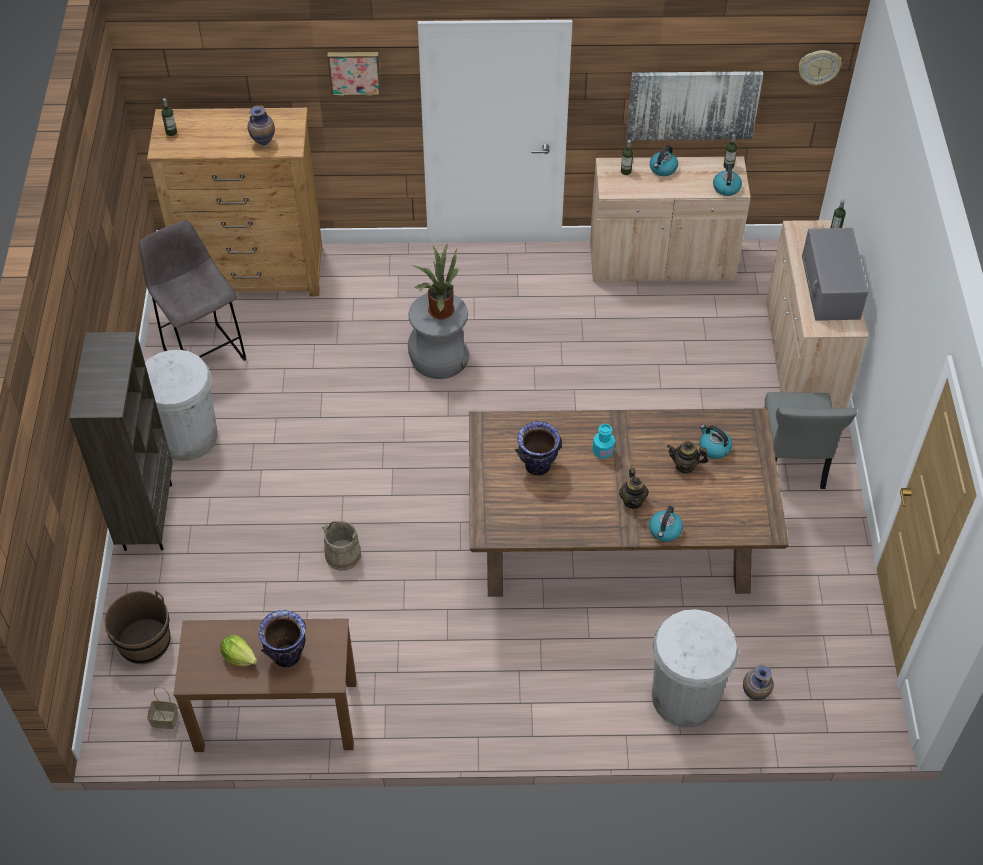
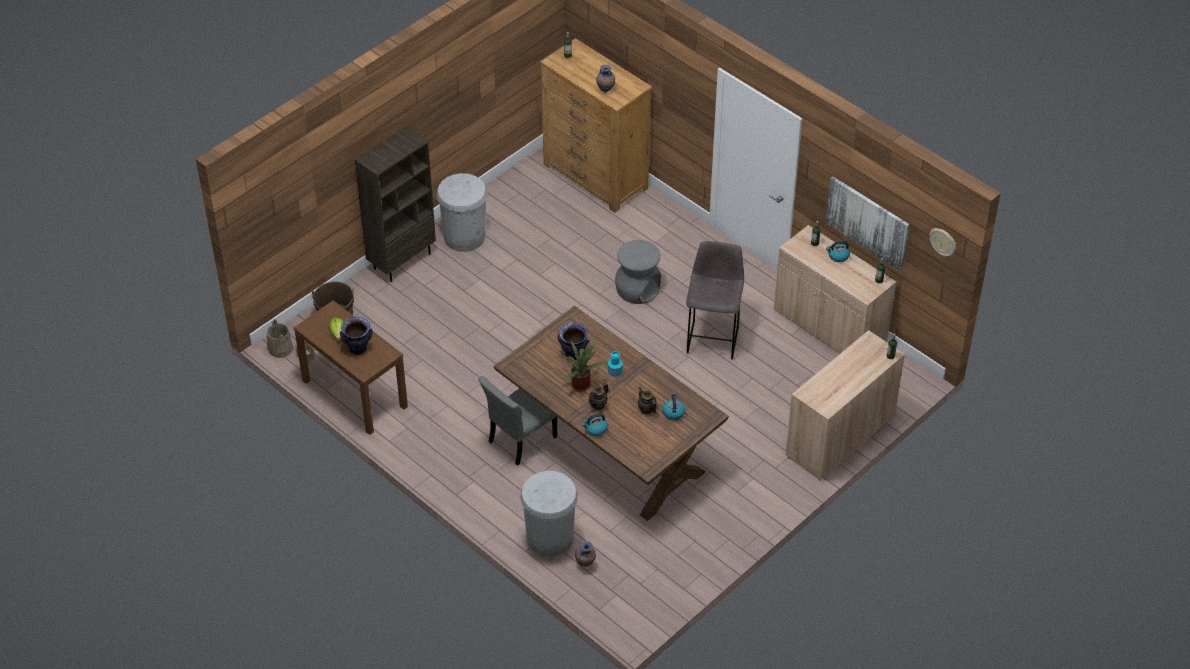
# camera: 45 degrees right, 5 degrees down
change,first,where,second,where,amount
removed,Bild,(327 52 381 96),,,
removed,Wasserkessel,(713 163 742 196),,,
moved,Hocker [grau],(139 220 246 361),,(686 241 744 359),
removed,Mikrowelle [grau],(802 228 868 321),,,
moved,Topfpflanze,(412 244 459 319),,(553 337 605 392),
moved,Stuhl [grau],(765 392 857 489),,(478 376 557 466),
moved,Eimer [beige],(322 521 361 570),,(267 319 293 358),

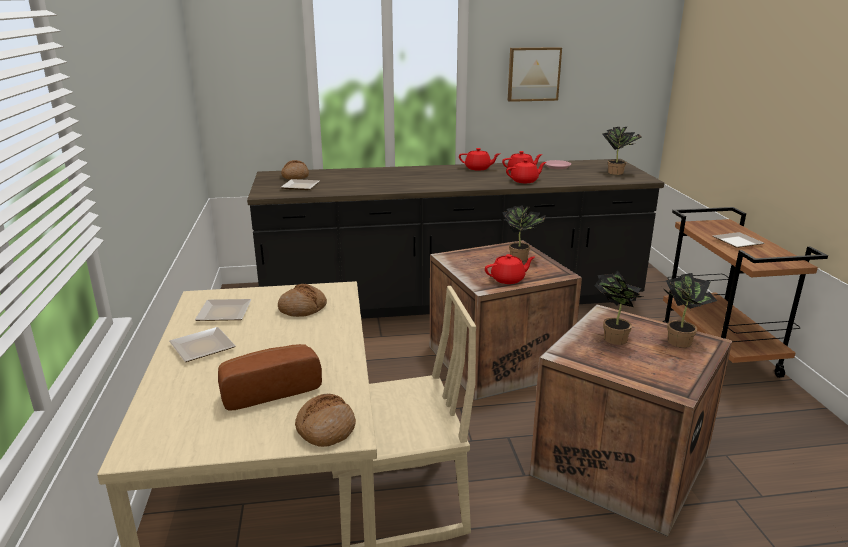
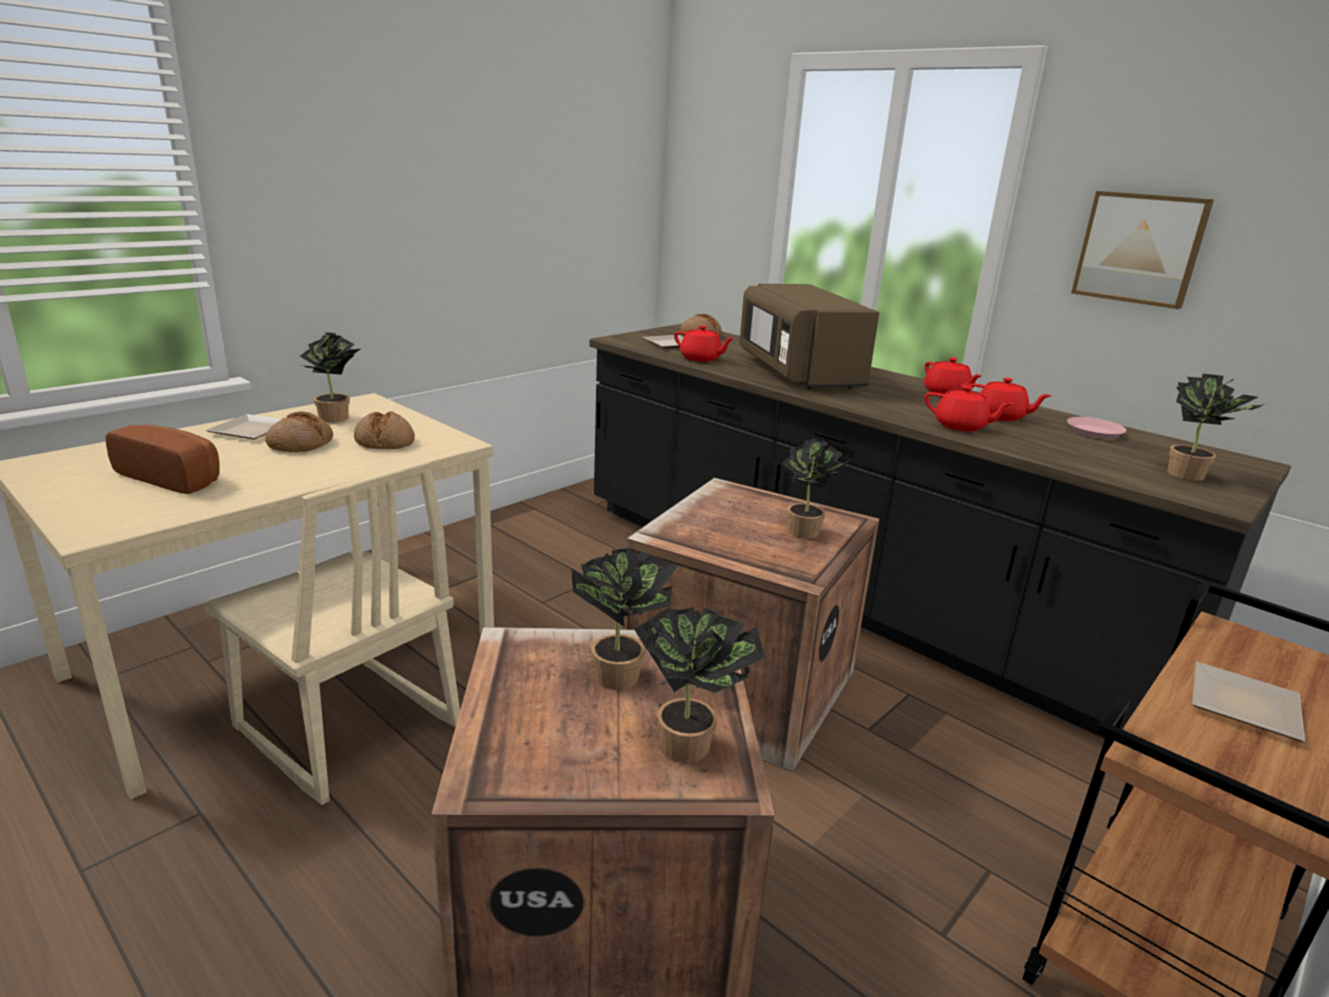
# camera: 50 degrees right, 0 degrees up
change,first,where,second,where,amount
moved,Teekanne [rot],(485 254 535 284),,(674 325 735 362),
replaced,Teller,(195 299 252 321),Topfpflanze,(300 332 360 422),
moved,Brot,(295 394 356 447),,(266 411 333 452),
added,,,Mikrowelle [braun],(739 284 879 389),

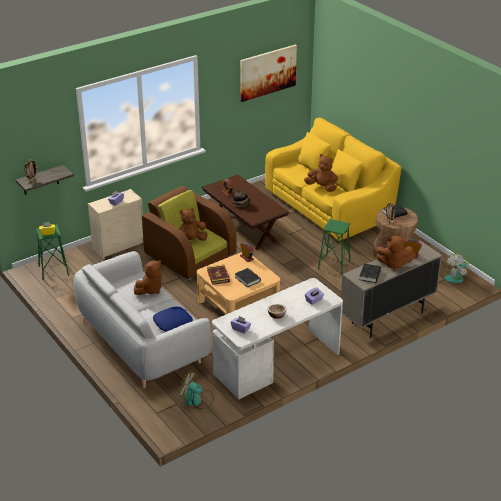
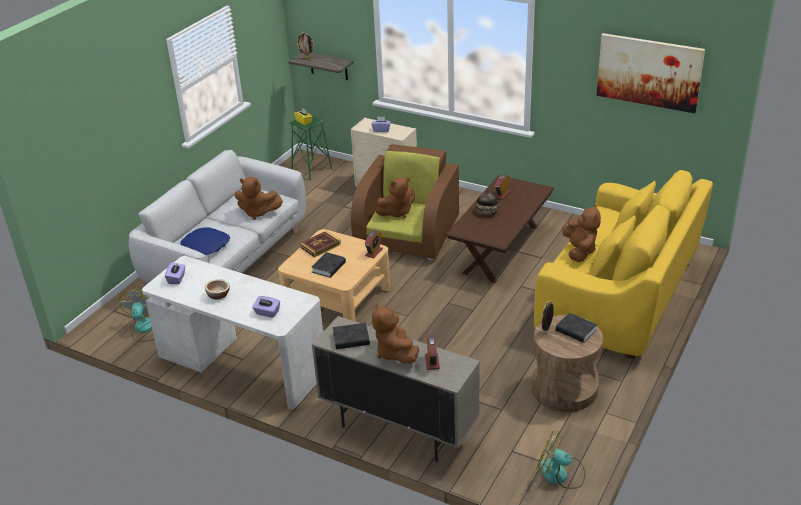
# camera: 65 degrees right, 0 degrees up
change,first,where,second,where,amount
turned,Plüschtier [braun],(179 208 207 241),,(376 177 415 218),120 degrees clockwise
removed,Hocker [grün],(318 219 350 275),,,

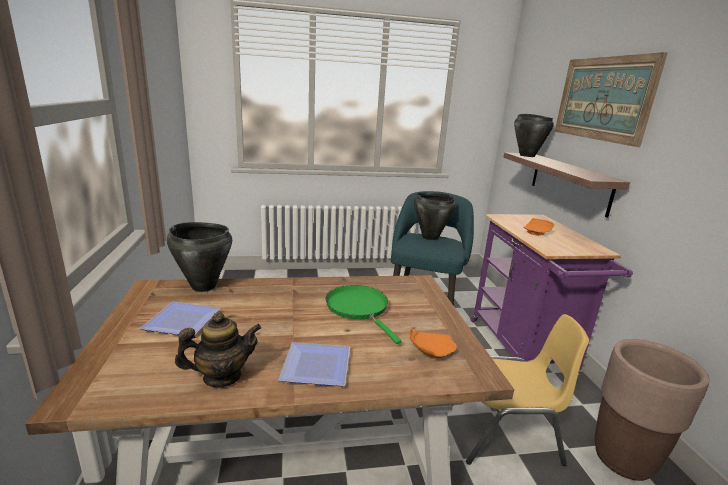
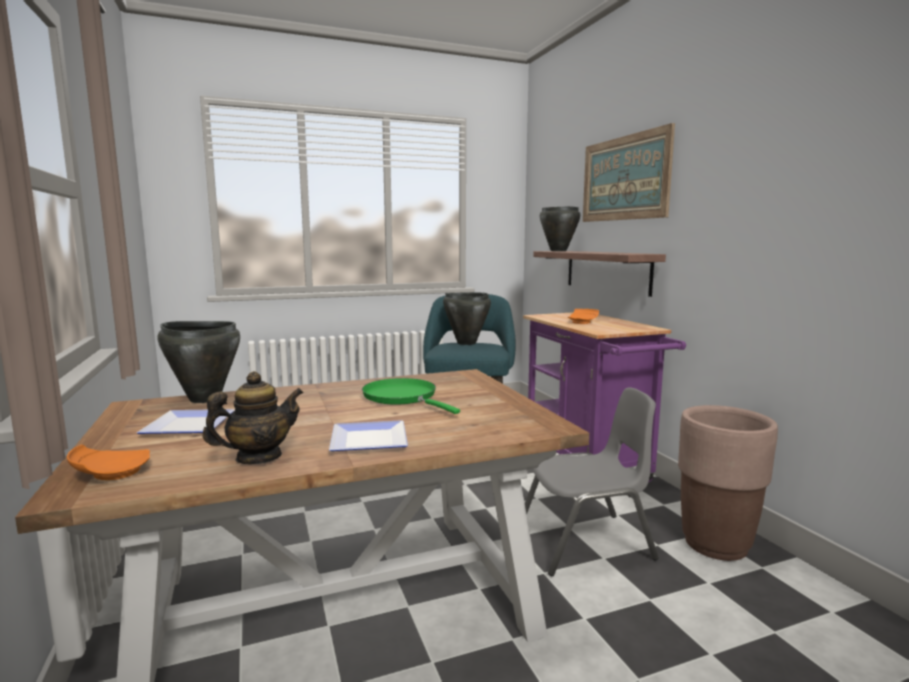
# camera: 10 degrees left, 10 degrees down
change,first,where,second,where,amount
recoloured,Stuhl [gelb],(452 314 589 466),Stuhl [grau],(525 388 659 576),
moved,Teller [orange],(409 329 457 358),,(67 444 150 480),

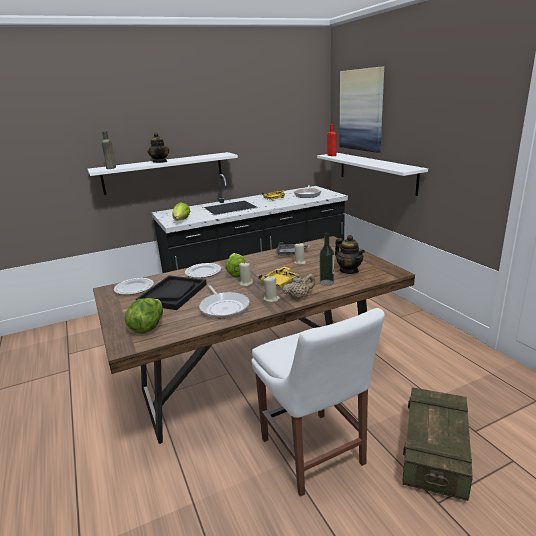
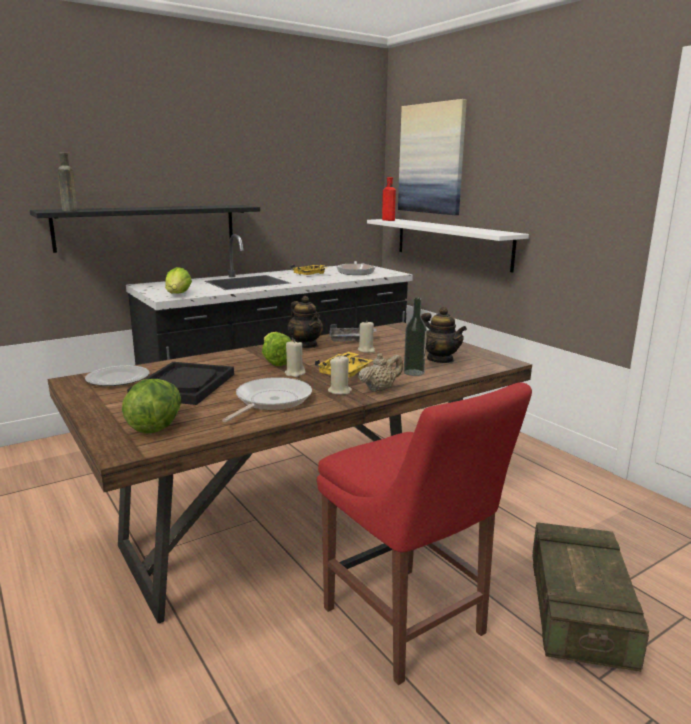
# camera: 10 degrees left, 5 degrees down
change,first,where,second,where,amount
moved,Teekanne,(148 133 169 163),,(287 296 323 348),
recoloured,Wandregal [weiß],(88 152 238 195),Wandregal [schwarz],(30 205 260 253),
removed,Teller,(185 263 221 278),,,
turned,Pfanne,(199 285 250 319),,(222 377 312 422),120 degrees counterclockwise
recoloured,Stuhl [weiß],(251 308 385 497),Stuhl [rot],(317 382 532 685),

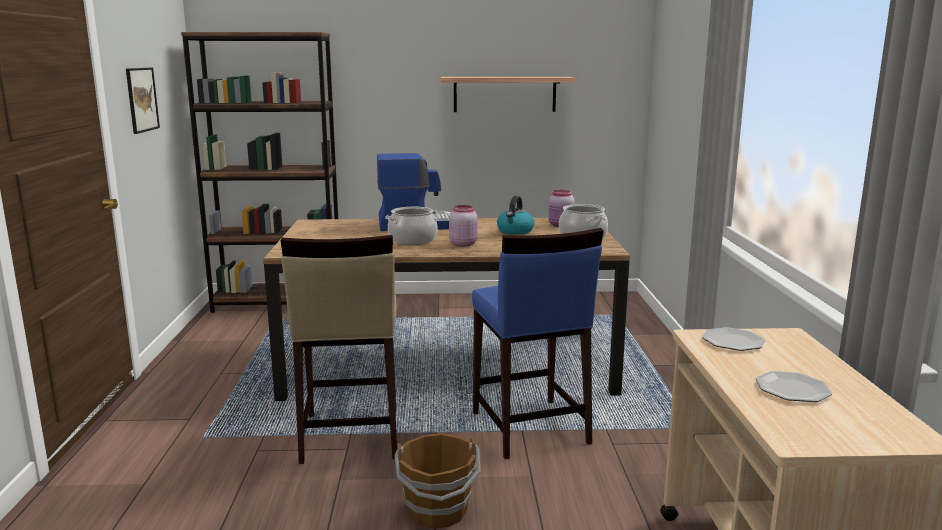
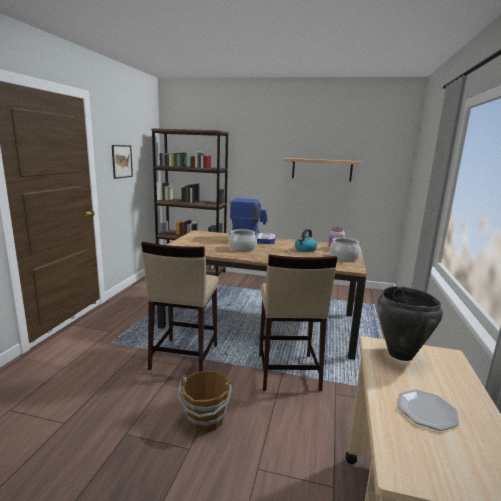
# camera: 15 degrees right, 0 degrees up
change,first,where,second,where,amount
removed,Vorratsglas [rosa],(449 205 478 247),,,
recoloured,Hocker [blau],(472 228 604 459),Hocker [beige],(259 255 338 391),
replaced,Teller,(702 327 765 351),Kochtopf [schwarz],(377 286 443 361),

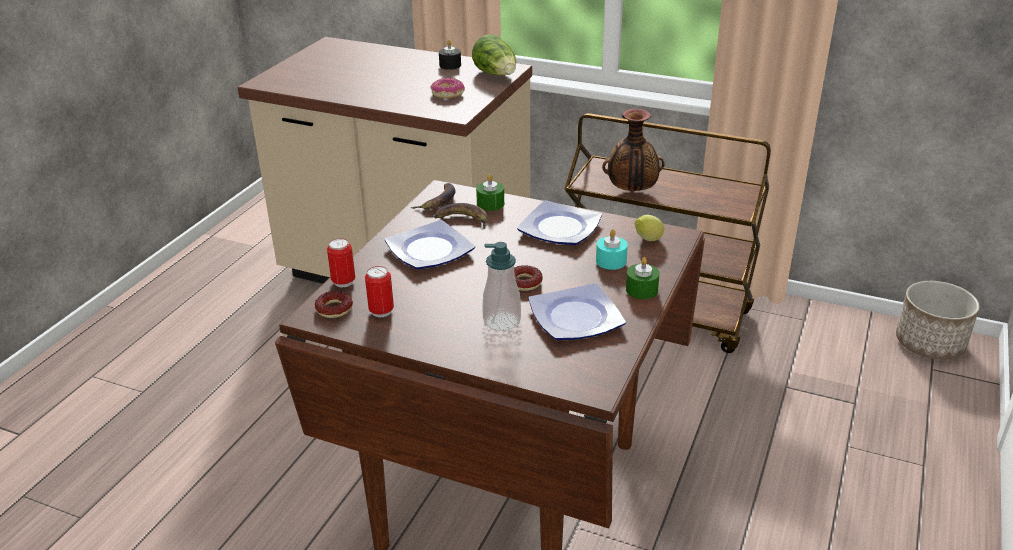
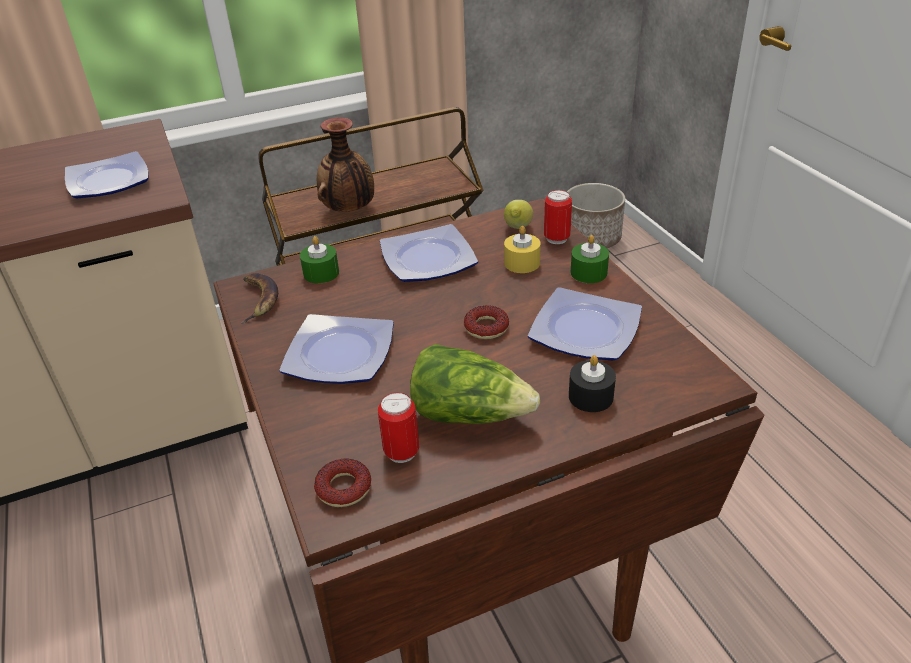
# camera: 45 degrees left, 5 degrees up
change,first,where,second,where,amount
moved,Salatkopf,(472 34 516 75),,(410 344 540 424),
moved,Kerze [schwarz],(439 40 461 70),,(569 355 616 412),
replaced,Donut,(430 78 465 98),Teller,(65 151 149 199),
removed,Banane,(434 203 487 229),,,
recoloured,Kerze [türkis],(596 229 628 270),Kerze [gelb],(504 226 541 273),
moved,Dose,(327 238 355 287),,(544 190 572 244),
removed,Seifenspender,(482 242 521 331),,,

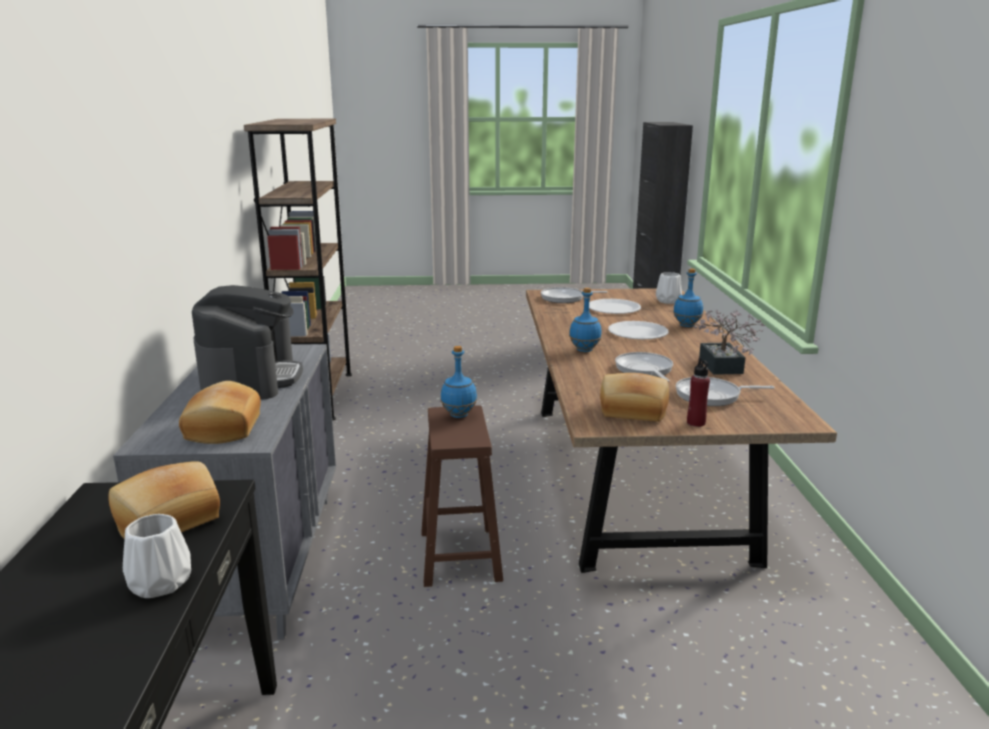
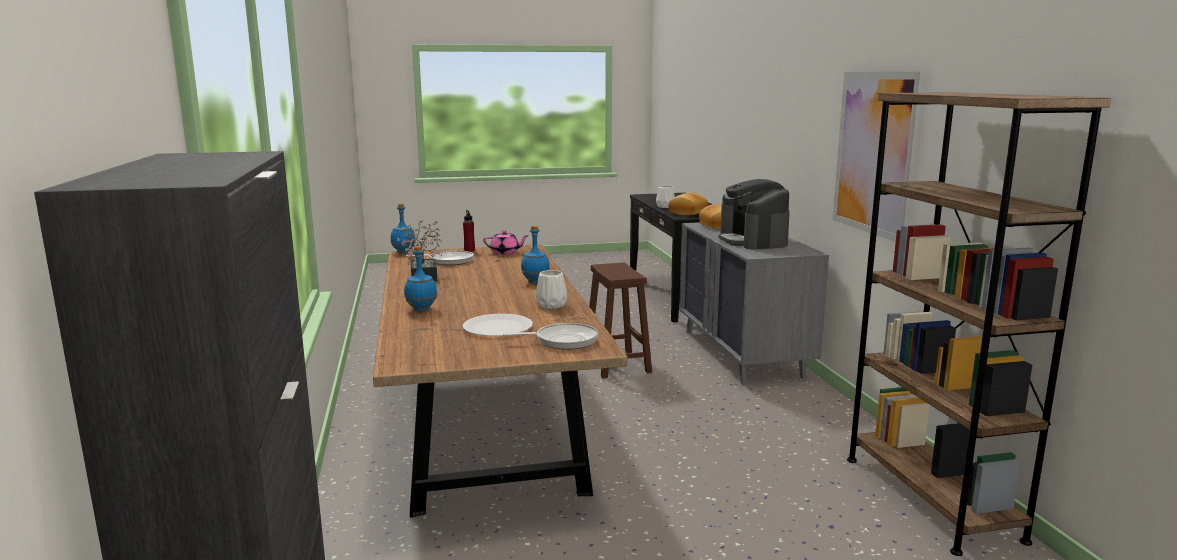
# camera: 170 degrees right, 5 degrees down
change,first,where,second,where,amount
moved,Vase [weiß],(656 272 682 304),,(536 270 567 309),
removed,Teller [weiß],(608 321 668 339),,,
moved,Flasche [blau],(441 346 477 418),,(391 204 415 253),
removed,Pfanne,(615 352 673 382),,,
replaced,Brot,(600 373 669 422),Teekanne [rosa],(483 230 527 255),
added,,,Bild,(832 72 925 242),

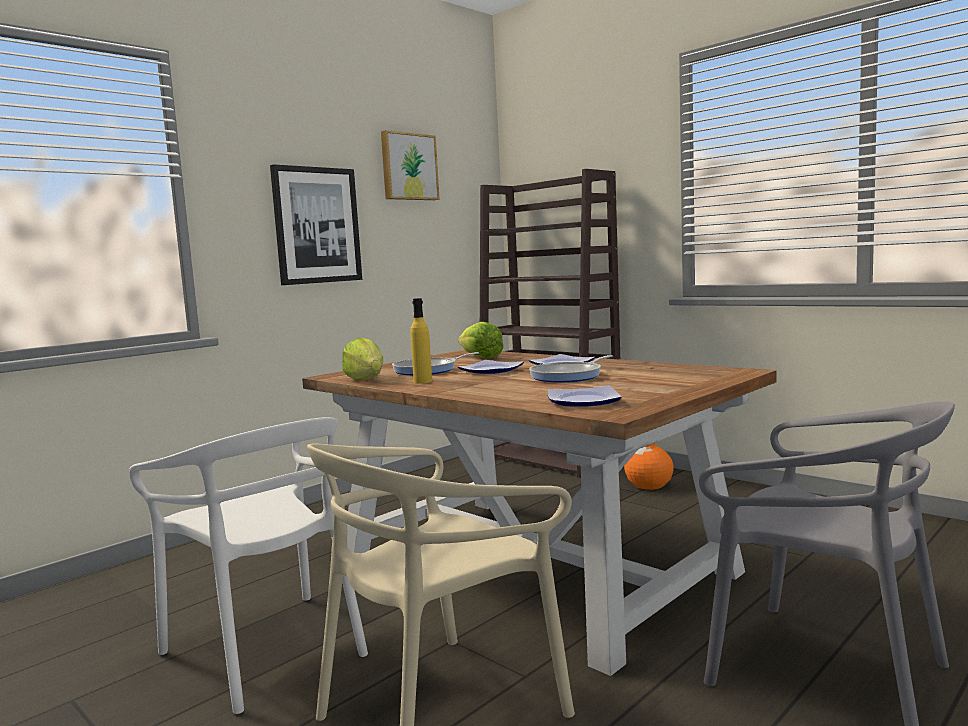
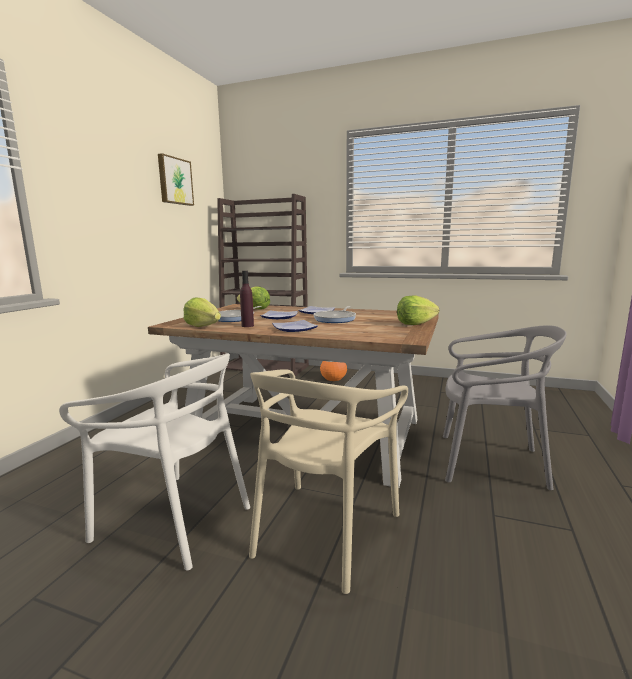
# camera: 25 degrees left, 5 degrees up
change,first,where,second,where,amount
removed,Bild,(270 164 362 285),,,
recoloured,Flasche [gelb],(410 298 432 384),Flasche [lila],(240 271 254 327),
moved,Teller,(548 385 622 407),,(272 320 318 332),
added,,,Salatkopf,(397 295 440 325),

